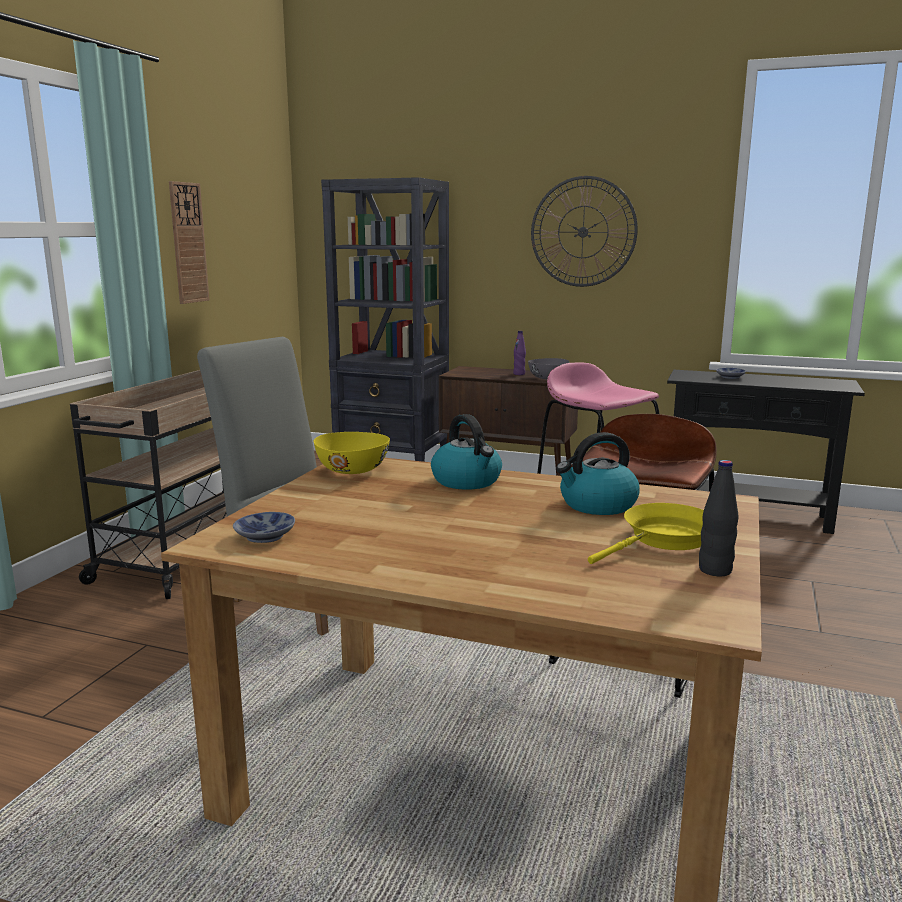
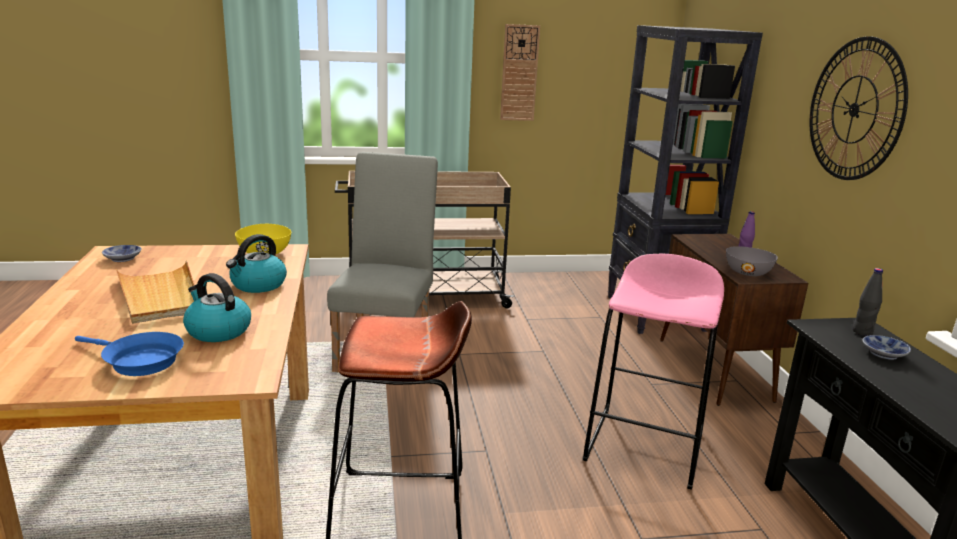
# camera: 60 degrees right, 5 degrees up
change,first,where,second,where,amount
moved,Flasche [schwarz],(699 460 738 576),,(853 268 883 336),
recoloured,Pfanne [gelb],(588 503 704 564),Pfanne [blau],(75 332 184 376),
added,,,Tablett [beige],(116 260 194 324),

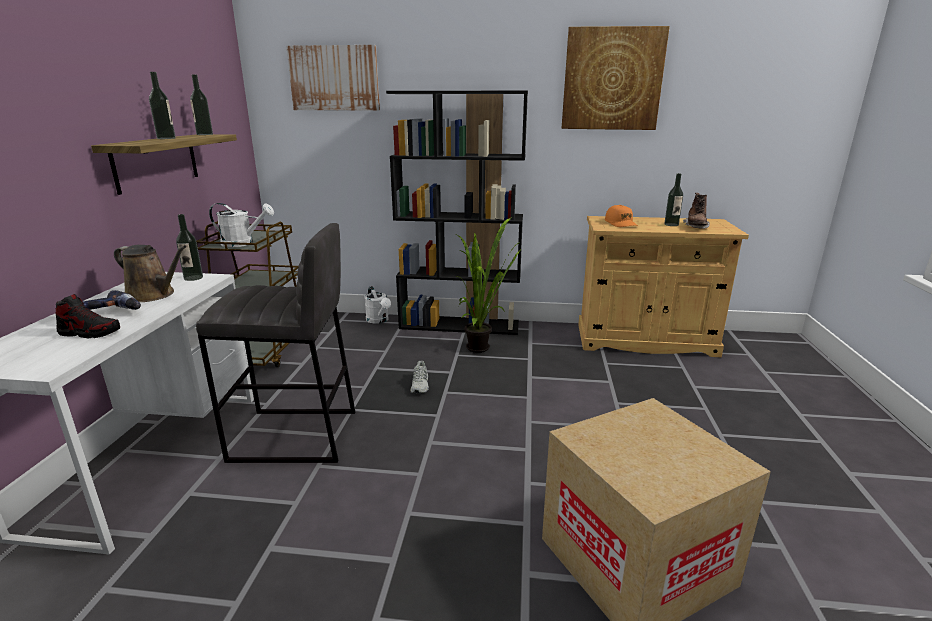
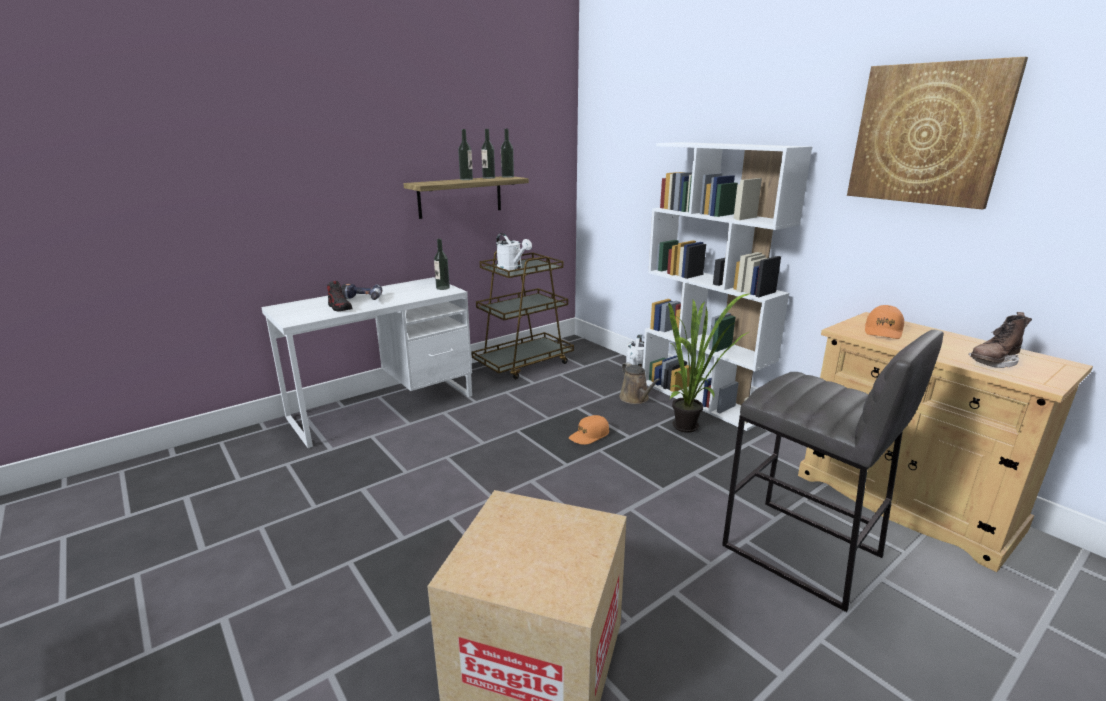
# camera: 45 degrees right, 0 degrees up
change,first,where,second,where,amount
removed,Bild,(286 45 380 111),,,
recoloured,Bücherregal [schwarz],(386 91 528 335),Bücherregal [weiß],(643 142 812 431),
moved,Flasche,(664 173 683 226),,(481 129 495 179),
moved,Hocker [grau],(196 223 355 463),,(722 330 944 612),
moved,Gießkanne [braun],(114 245 186 302),,(619 362 661 404),
replaced,Schuh [weiß],(410 361 429 393),Kappe [orange],(569 415 609 445),

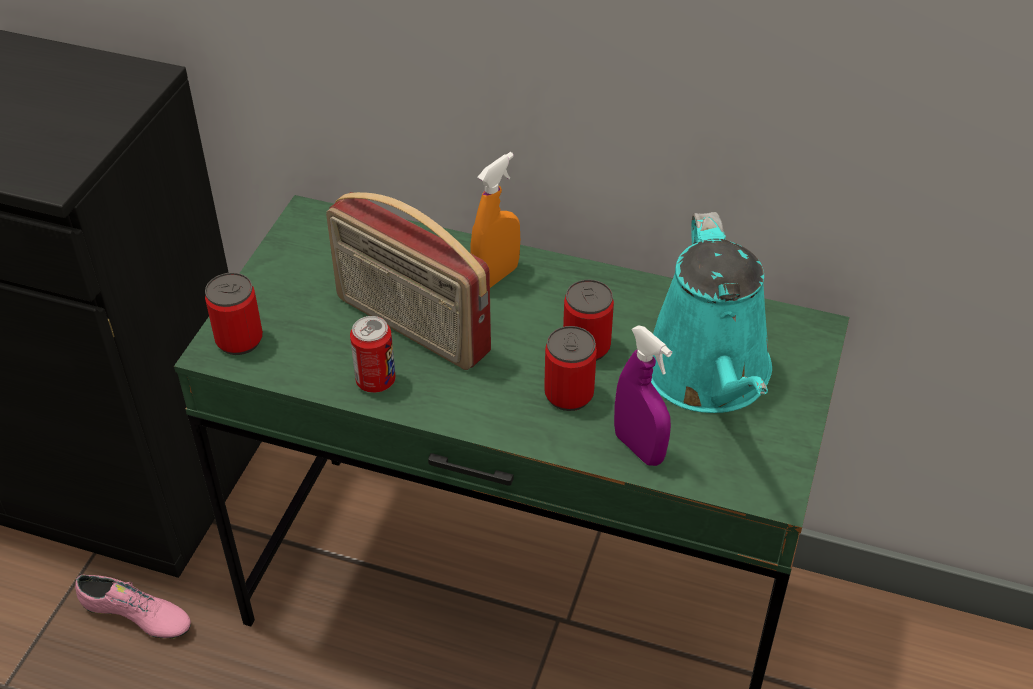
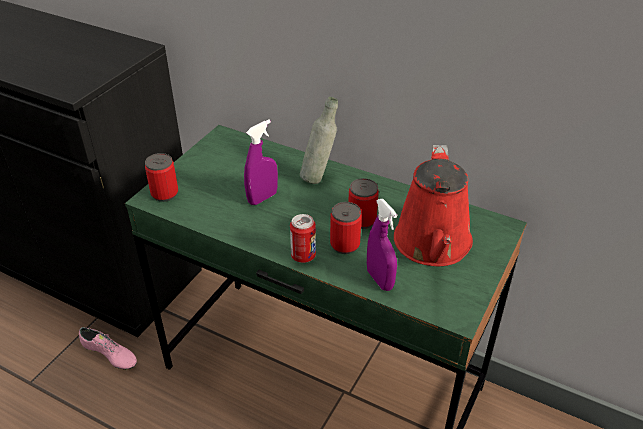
# camera: 10 degrees right, 5 degrees down
change,first,where,second,where,amount
replaced,Sprühflasche [orange],(470 152 520 288),Flasche [grau],(300 97 338 184),
replaced,Radio,(326 192 491 370),Sprühflasche [lila],(244 120 278 205),
recoloured,Gießkanne [türkis],(651 212 772 413),Gießkanne [rot],(394 145 473 266),
moved,Dose,(350 316 396 393),,(290 214 316 263),

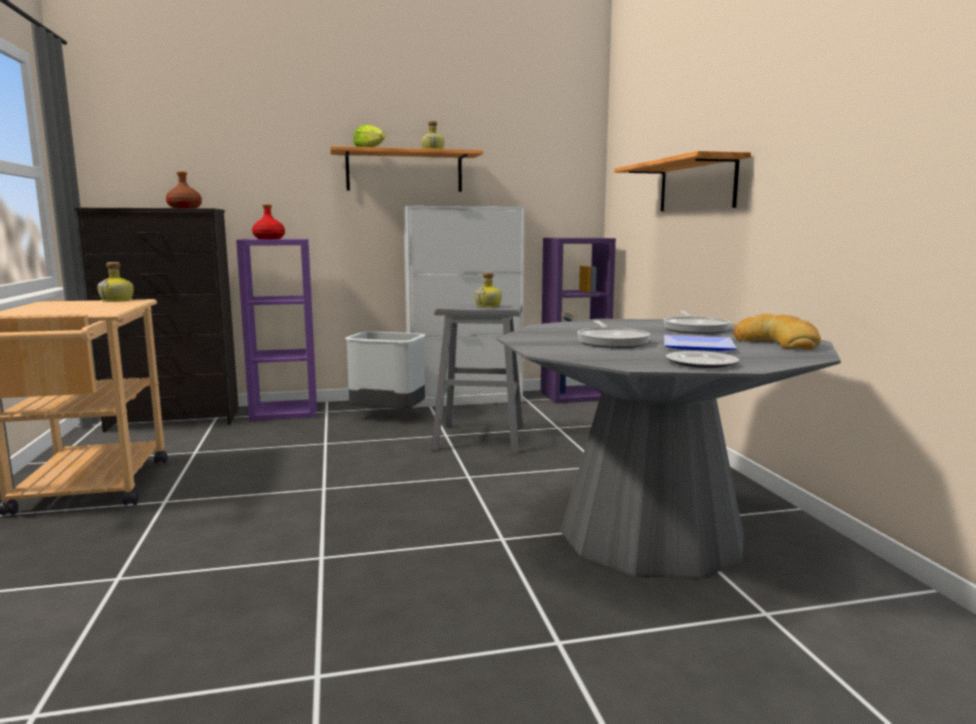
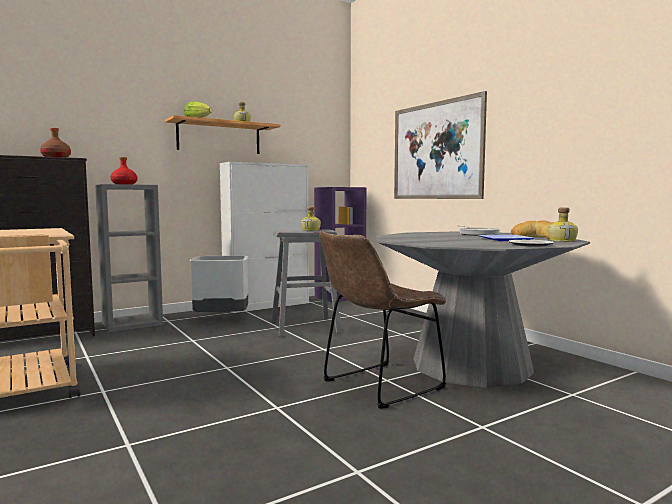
# camera: 20 degrees left, 5 degrees down
change,first,where,second,where,amount
replaced,Wandregal,(614 151 751 211),Bild,(394 91 487 199),
recoloured,Bücherregal [lila],(236 239 317 421),Bücherregal [grau],(95 184 163 332),
moved,Flasche,(97 262 134 302),,(548 208 578 242),
removed,Pfanne,(577 320 650 348),,,
added,,,Stuhl [braun],(319 231 446 409),

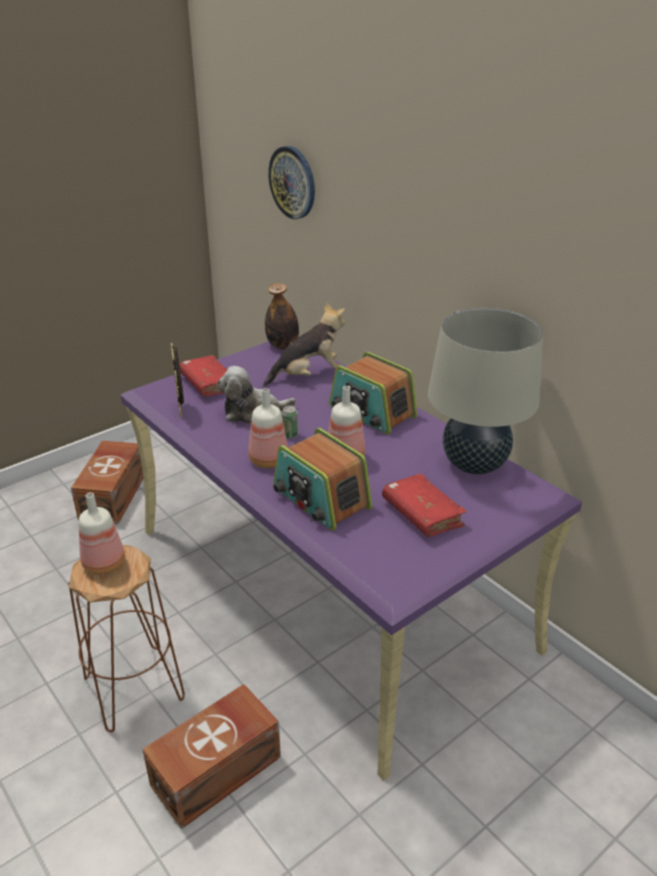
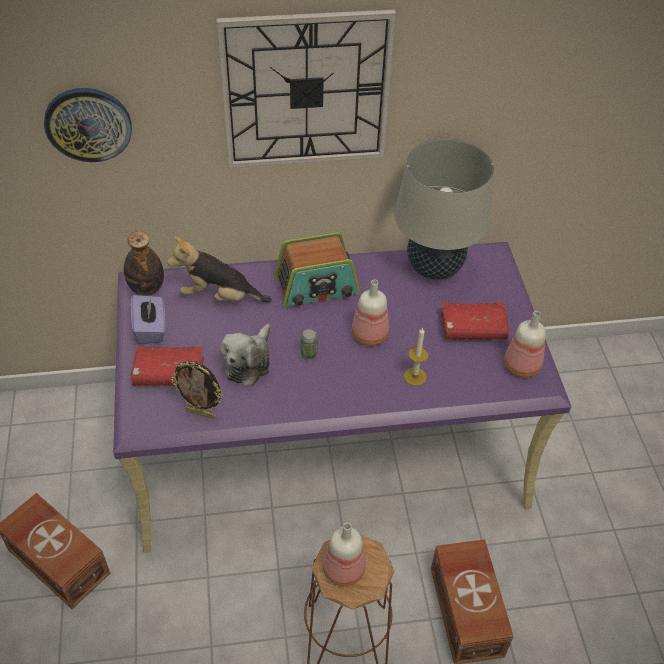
# camera: 60 degrees left, 15 degrees up
change,first,where,second,where,amount
turned,Plüschtier,(263 302 345 386),,(167 237 272 303),90 degrees counterclockwise
moved,Flasche,(248 388 288 468),,(504 311 546 378),
replaced,Radio,(273 428 372 531),Kerze,(404 327 429 386),
added,,,Wanduhr,(216 9 396 168),
added,,,Taschentuchbox [lila],(131 295 165 345),

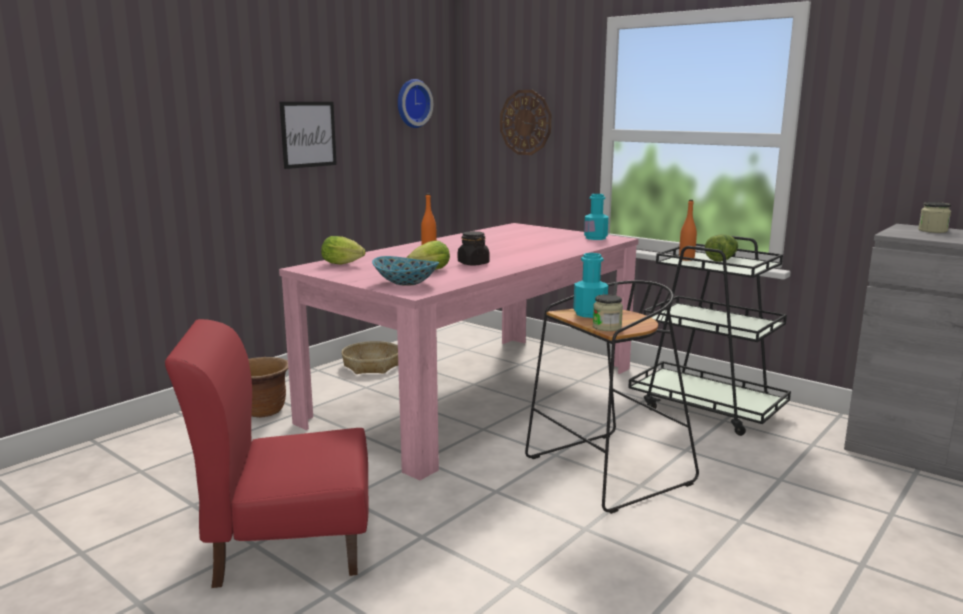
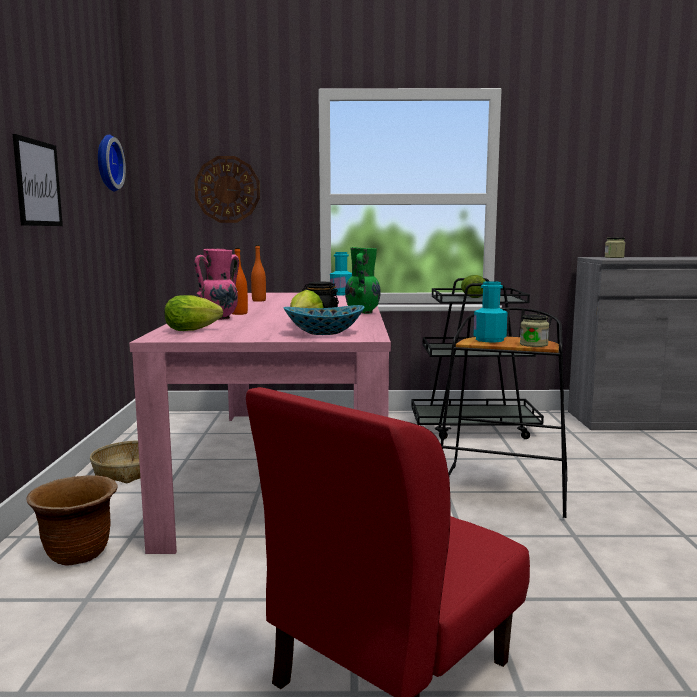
# camera: 40 degrees left, 5 degrees down
change,first,where,second,where,amount
moved,Flasche [orange],(679 200 697 261),,(251 245 266 302),
added,,,Vase [grün],(345 247 381 314),
added,,,Vase [rosa],(195 249 239 320),

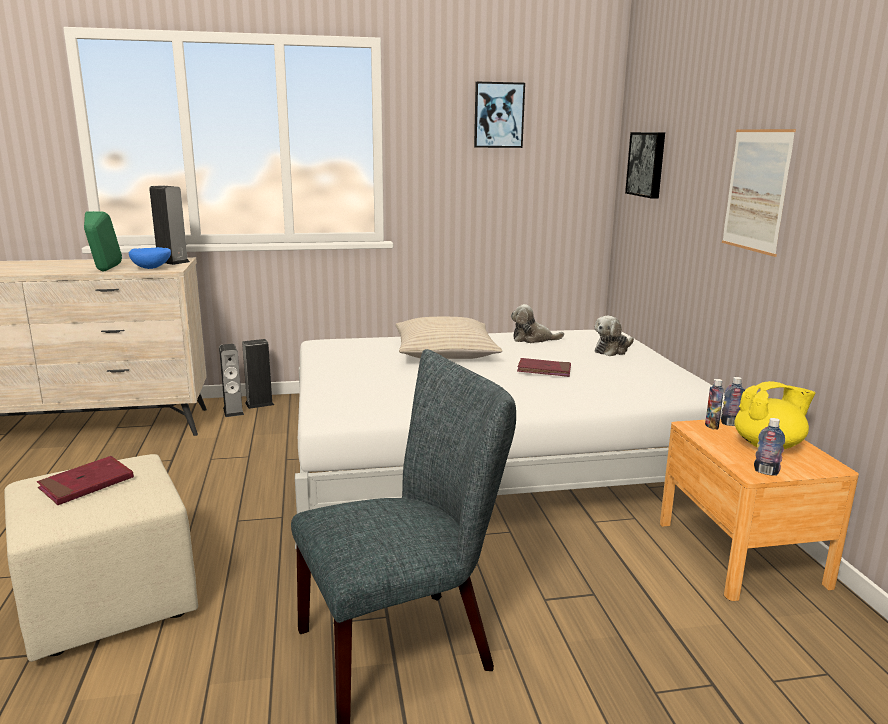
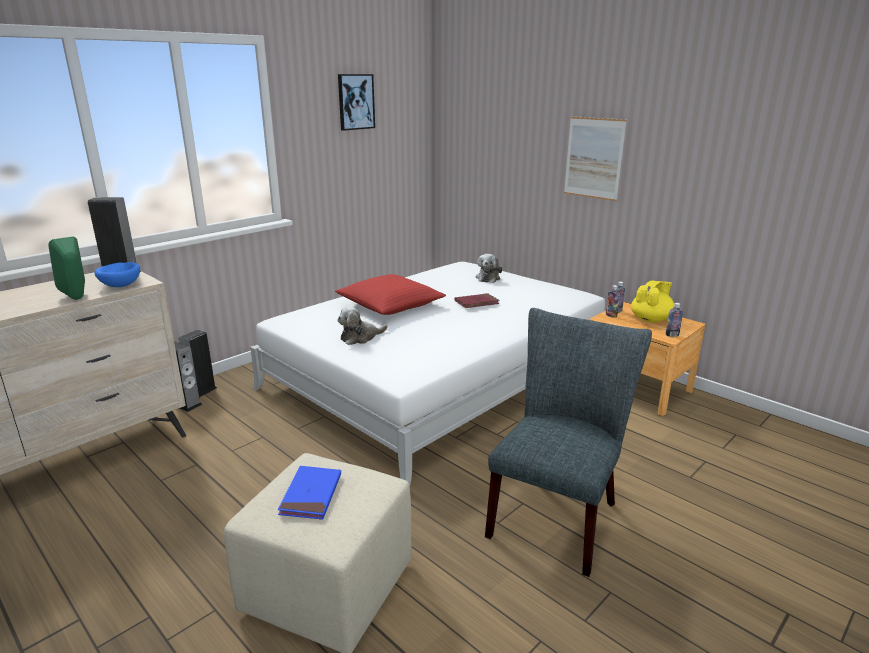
# camera: 35 degrees left, 5 degrees up
change,first,where,second,where,amount
removed,Bild,(625 132 665 199),,,
moved,Plüschtier,(511 304 564 343),,(337 306 387 345),
recoloured,Kissen [beige],(395 317 502 359),Kissen [rot],(335 274 446 315),
recoloured,Buch [rot],(37 456 134 505),Buch [blau],(278 466 341 520),

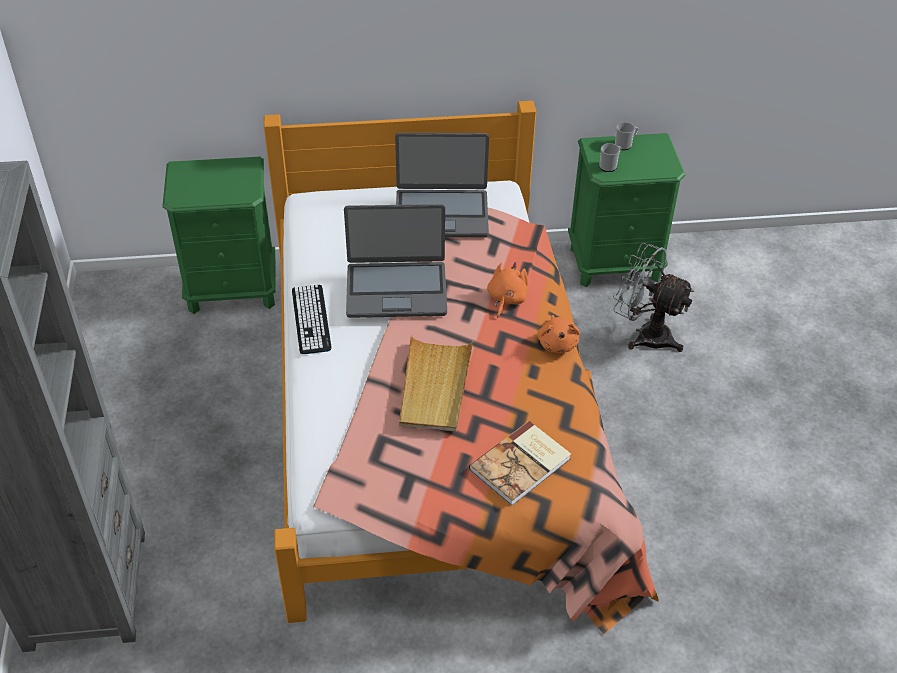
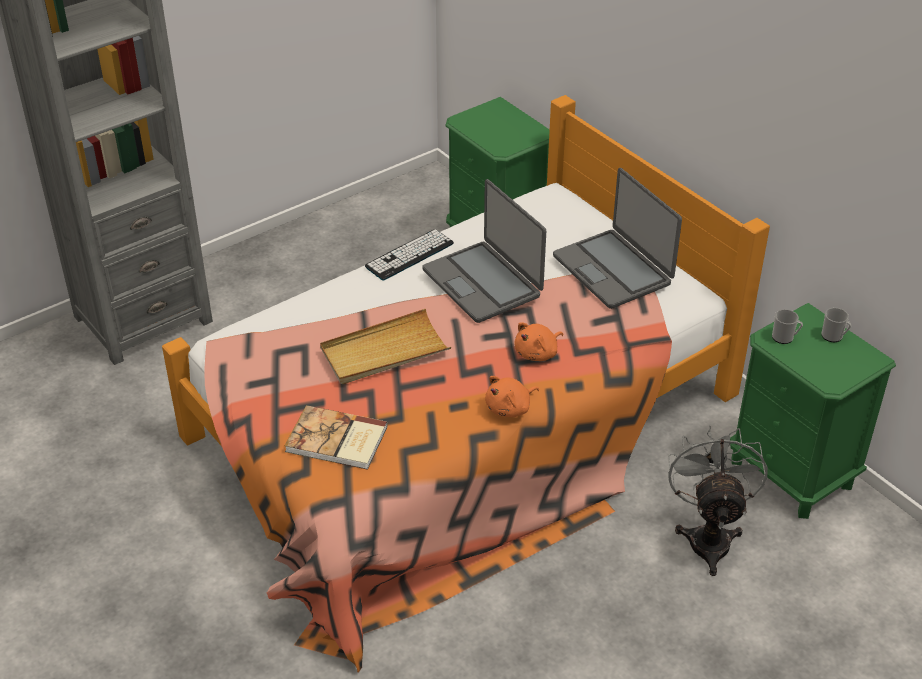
# camera: 60 degrees right, 5 degrees down
change,first,where,second,where,amount
turned,Plüschtier [orange],(487 262 528 318),,(514 322 563 361),150 degrees clockwise

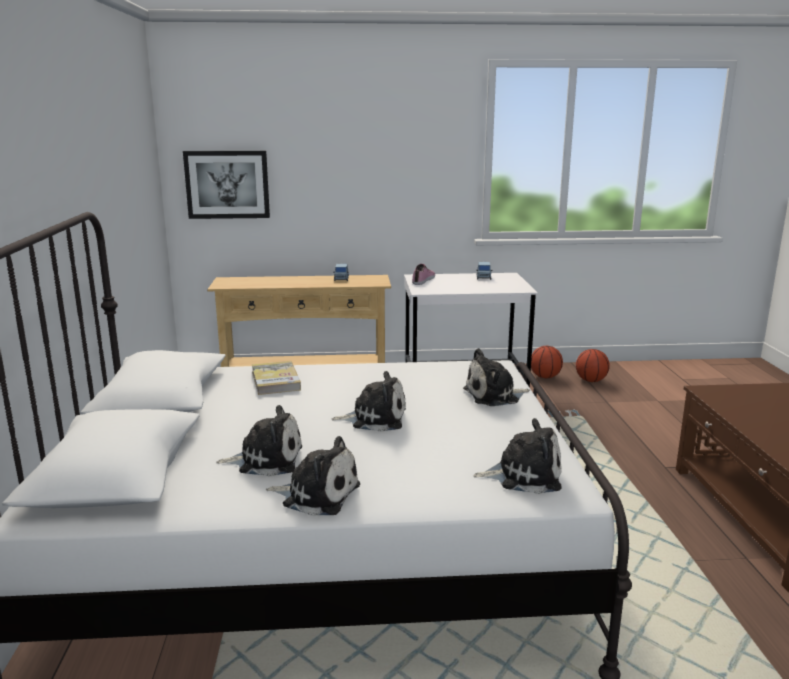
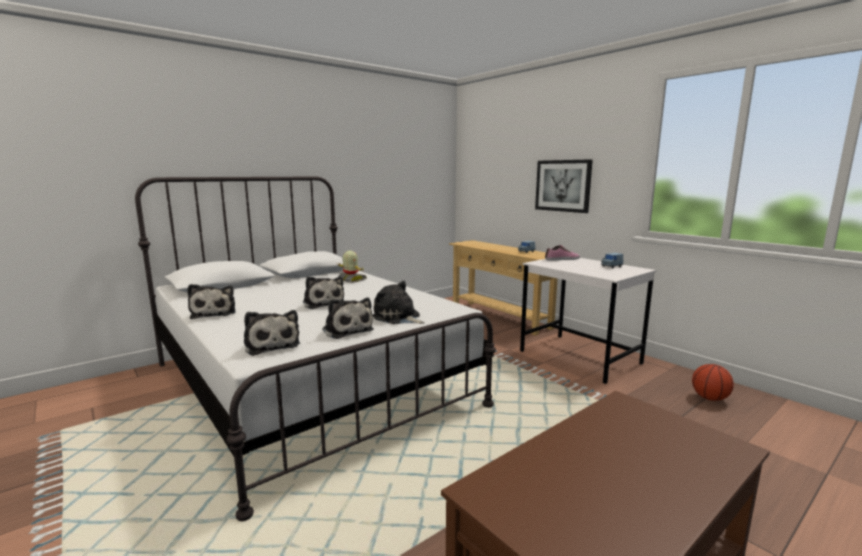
# camera: 55 degrees right, 5 degrees down
change,first,where,second,where,amount
moved,Bild,(183 151 270 219),,(535 159 593 213),
removed,Basketball,(531 346 563 378),,,
replaced,Buch,(251 361 301 395),Spielzeugroboter,(338 251 367 283),
moved,Plüschtier,(216 405 302 476),,(322 298 374 339),

